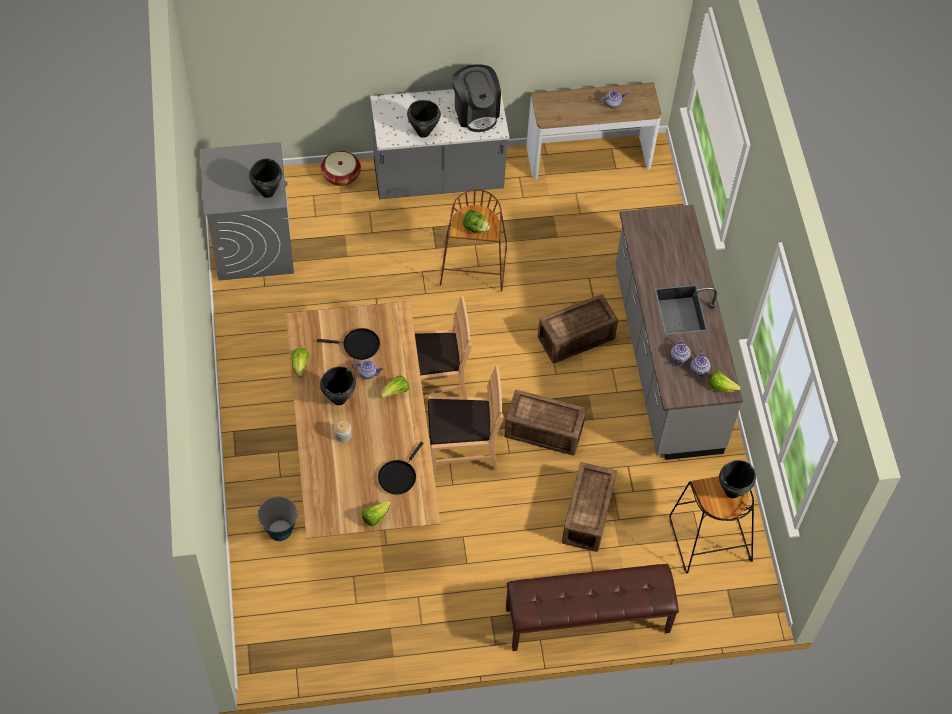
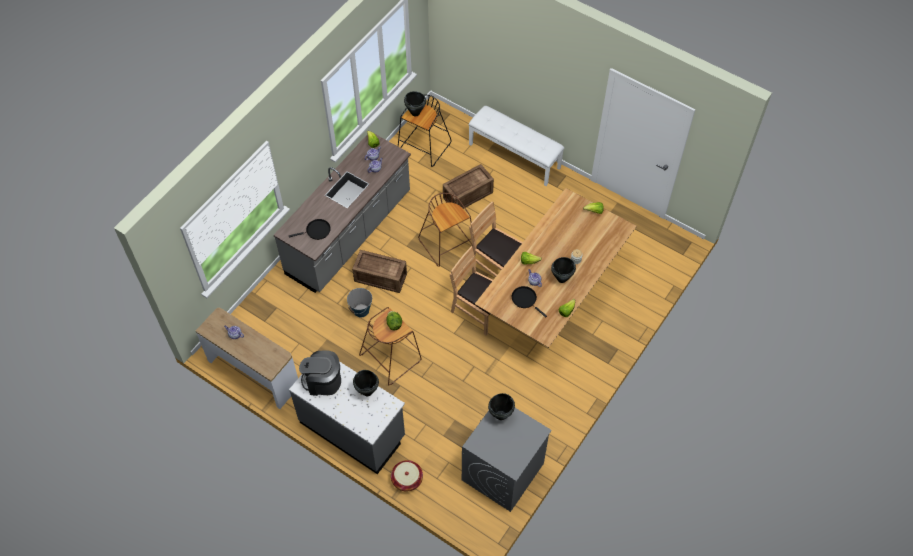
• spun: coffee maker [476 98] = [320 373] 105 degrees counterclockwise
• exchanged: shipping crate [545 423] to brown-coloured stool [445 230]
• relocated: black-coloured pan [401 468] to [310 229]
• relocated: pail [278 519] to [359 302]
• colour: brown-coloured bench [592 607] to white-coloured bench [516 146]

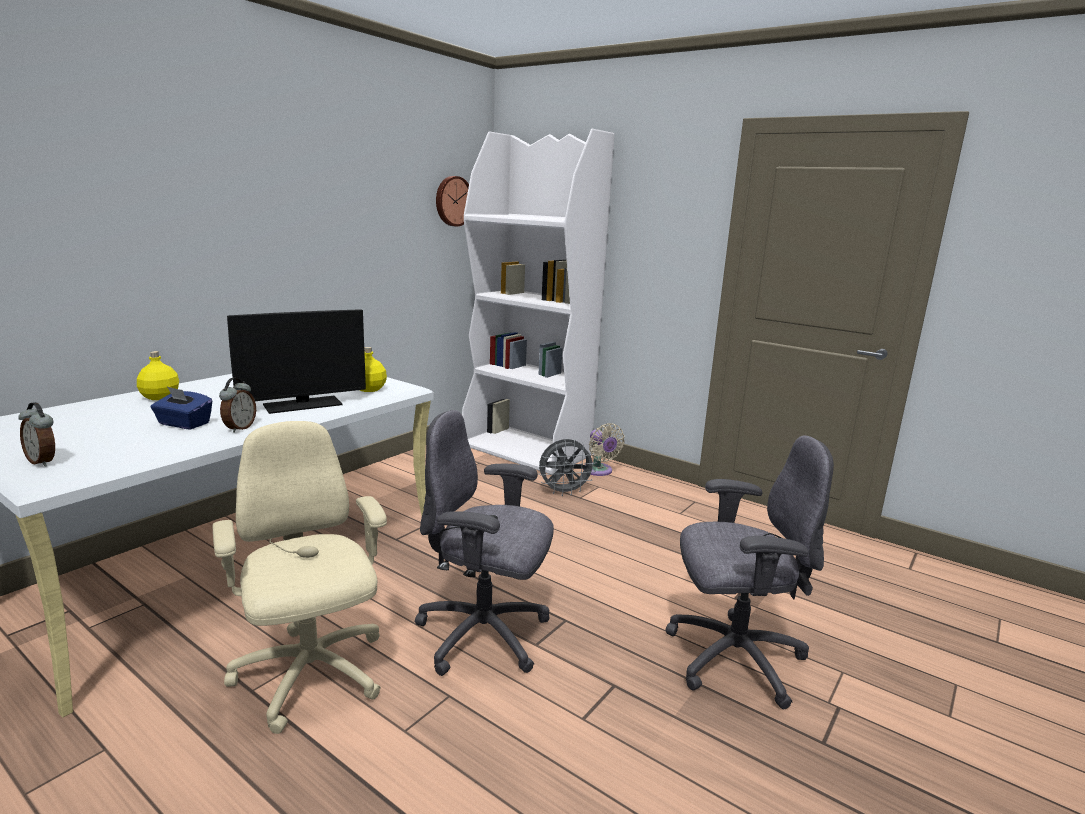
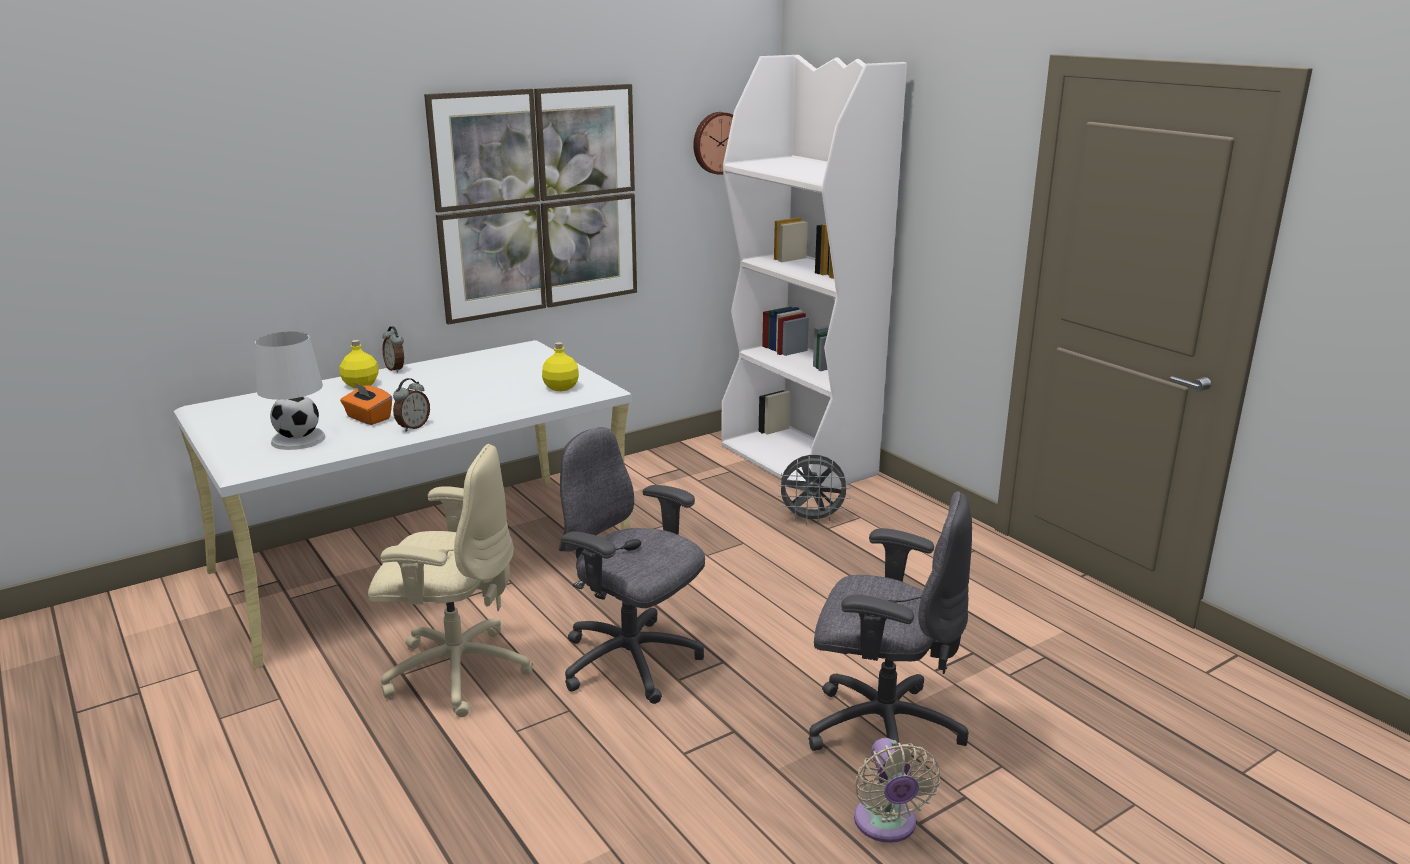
• missing: computer screen [296 361]
• colour: blue box of tissues [181 408] to orange-coloured box of tissues [366 403]
• relocated: alarm clock [36 434] to [393 349]
• spun: beige-coloured office chair [300 577] = [450 580] 105 degrees clockwise
• relocated: beige-coloured electric fan [604 449] to [897 790]
• appeared: wall art [530 204]
• appeared: white-coloured table lamp [290 391]

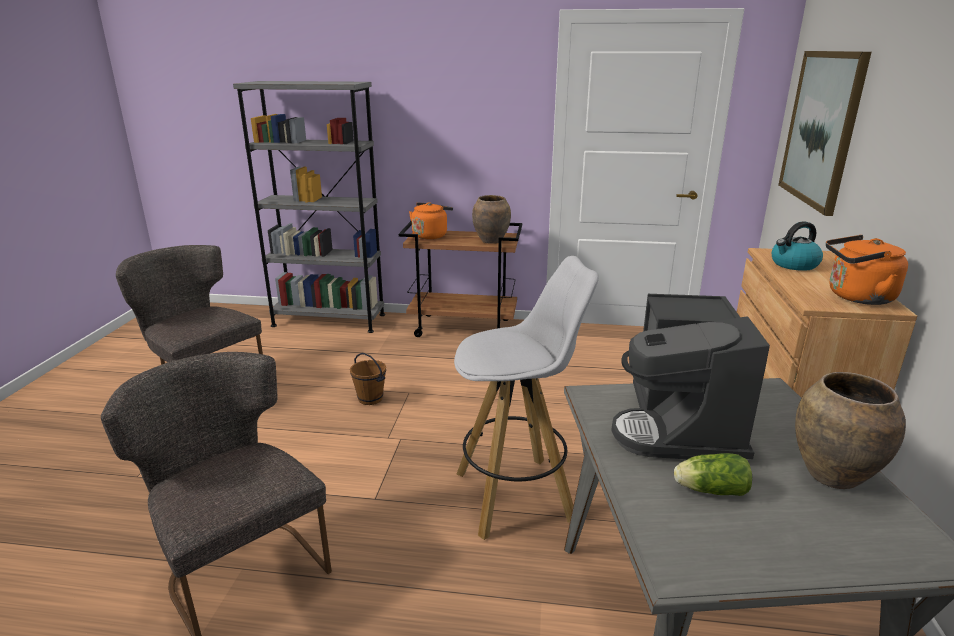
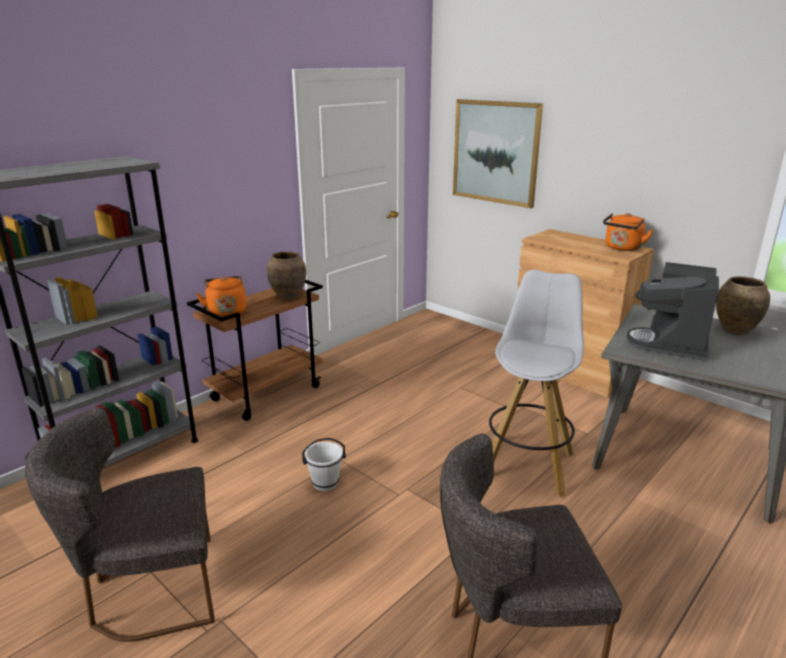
• missing: kettle [797 246]
• spun: coffee maker [690 376] = [673 311] 75 degrees clockwise
• colour: brown-coloured pail [368 379] to white-coloured pail [324 464]
• missing: head of lettuce [713 474]

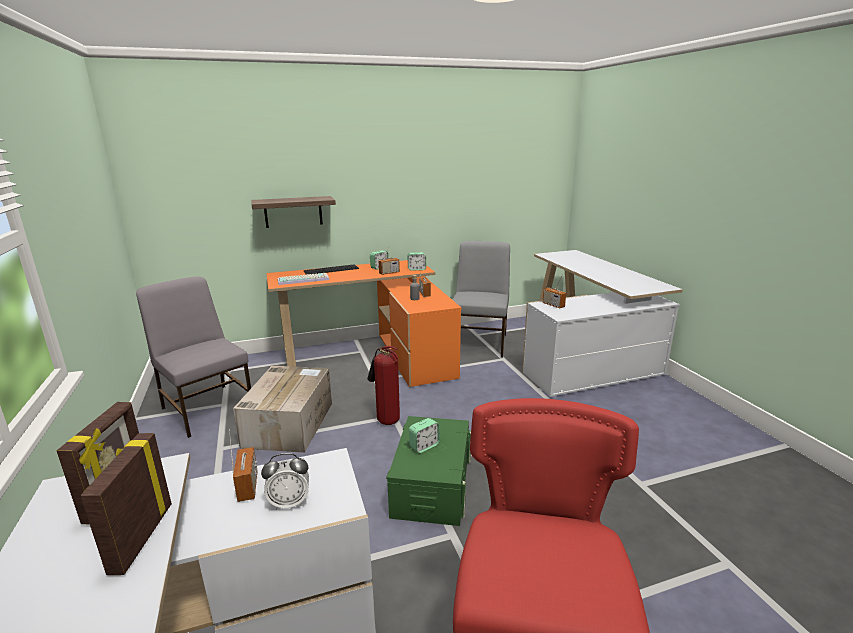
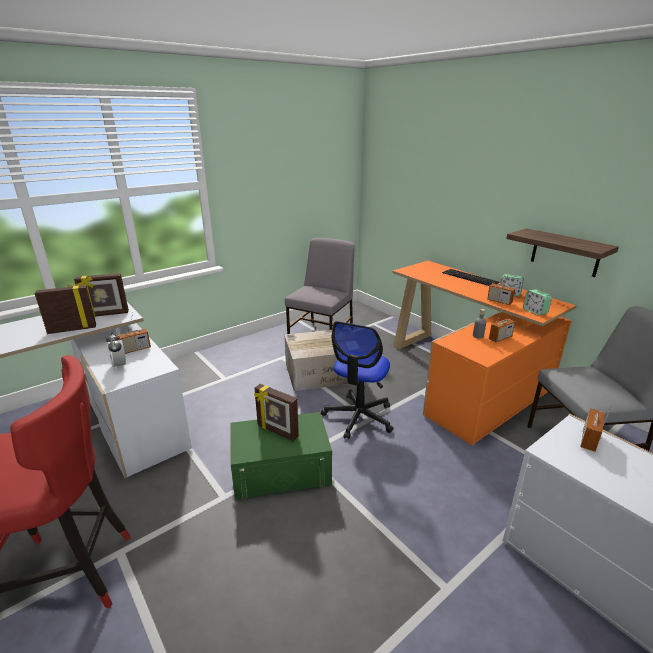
• relocated: shelf [293 212] to [562 252]
• missing: keyboard [303 279]
• exchanged: extinguisher [383 385] to office chair [357 380]
• exchanged: alarm clock [424 435] to standing frame [276 412]

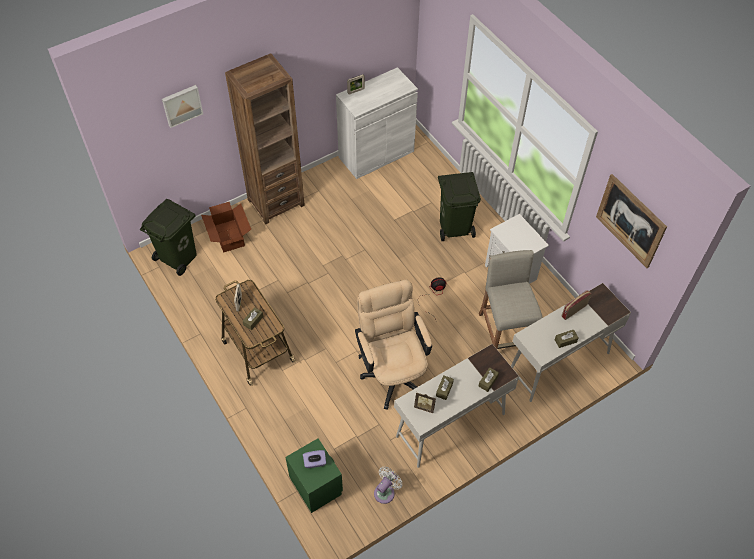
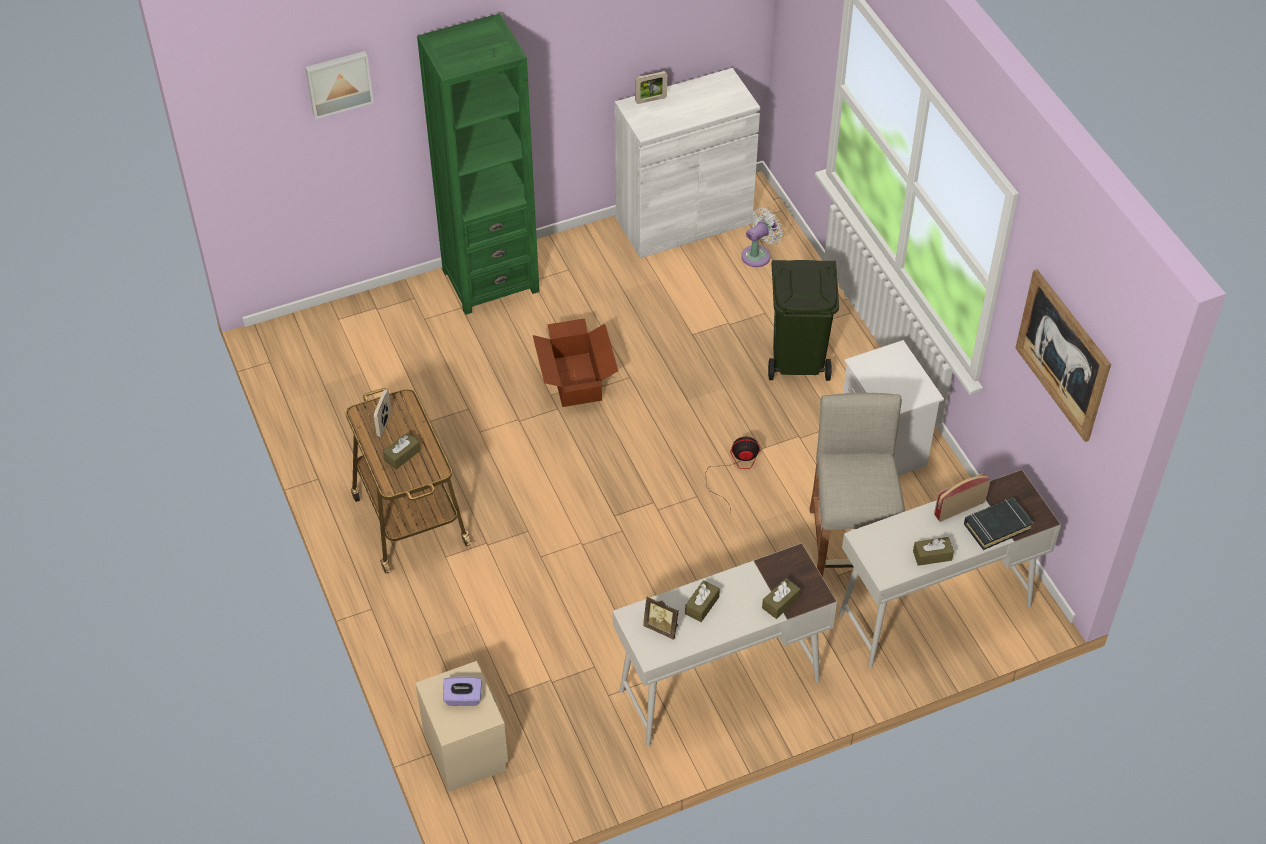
• colour: brown-coloured bookcase [265 138] to green-coloured bookcase [478 164]
• missing: green-coloured trash can [168 237]
• relocated: carton [226 227] to [575 362]
• missing: beige-coloured office chair [393 344]
• colour: green-coloured bedside table [314 475] to beige-coloured bedside table [461 726]
• relocated: white-coloured electric fan [388 485] to [762 237]
• appeared: black-coloured bound book [999 523]

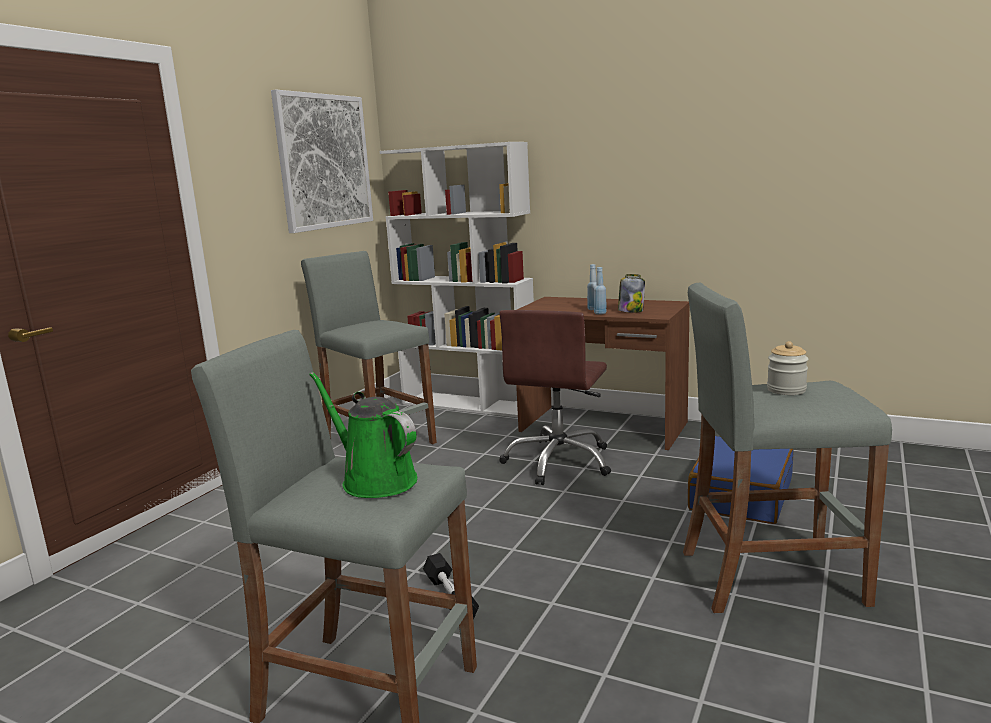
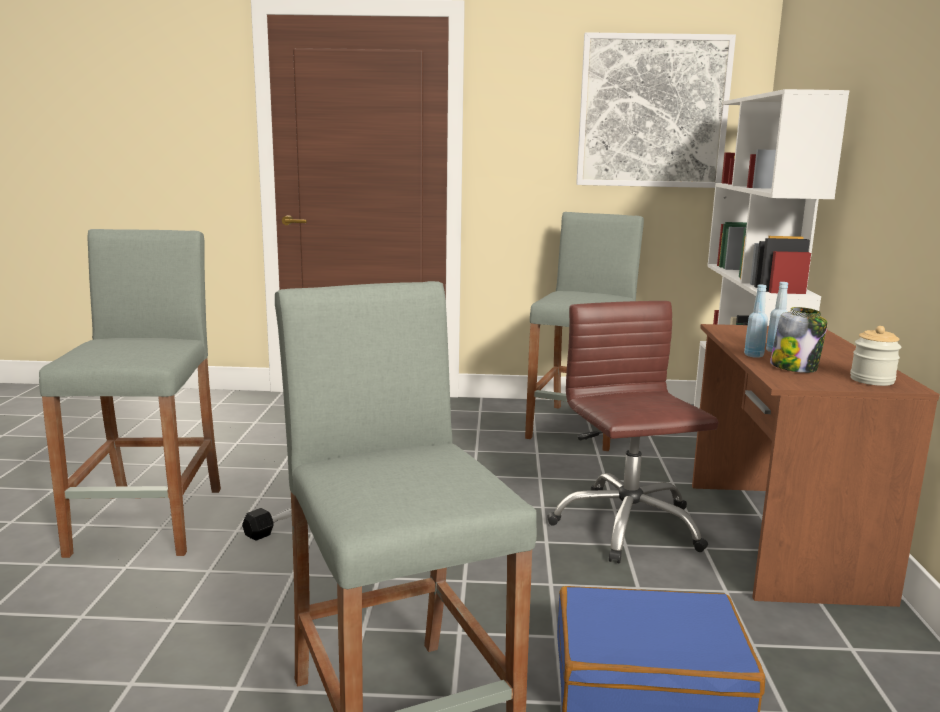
• spun: brown-coloured office chair [555 397] = [633 432] 75 degrees clockwise
• relocated: preserve jar [787 368] to [875 356]
• missing: green-coloured watering can [363 435]

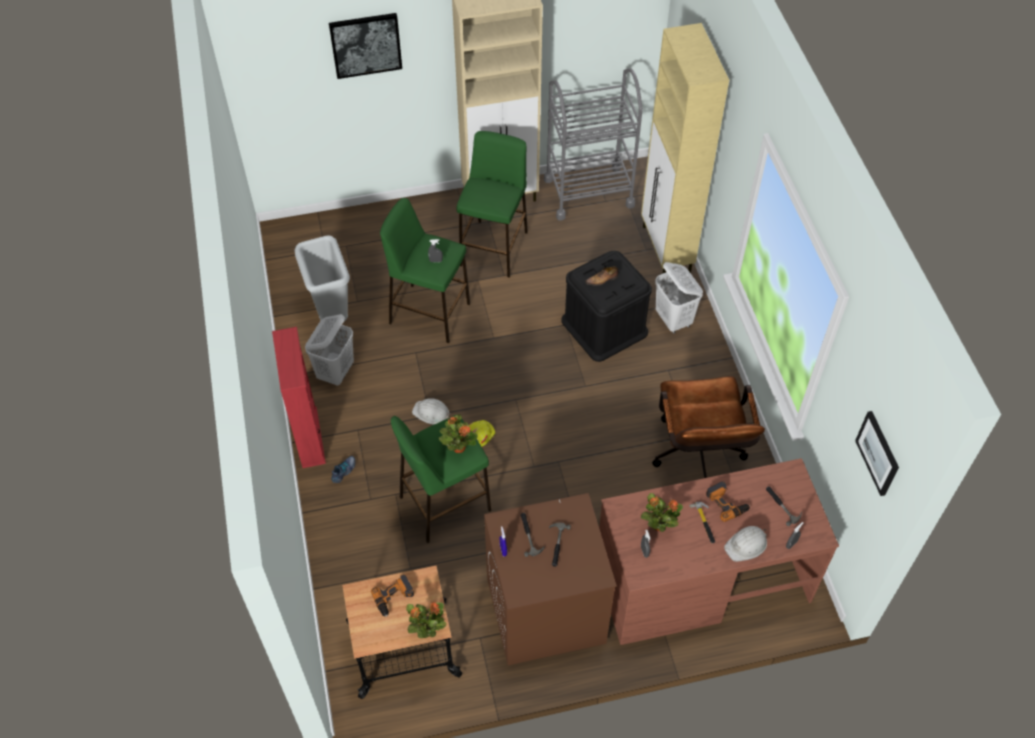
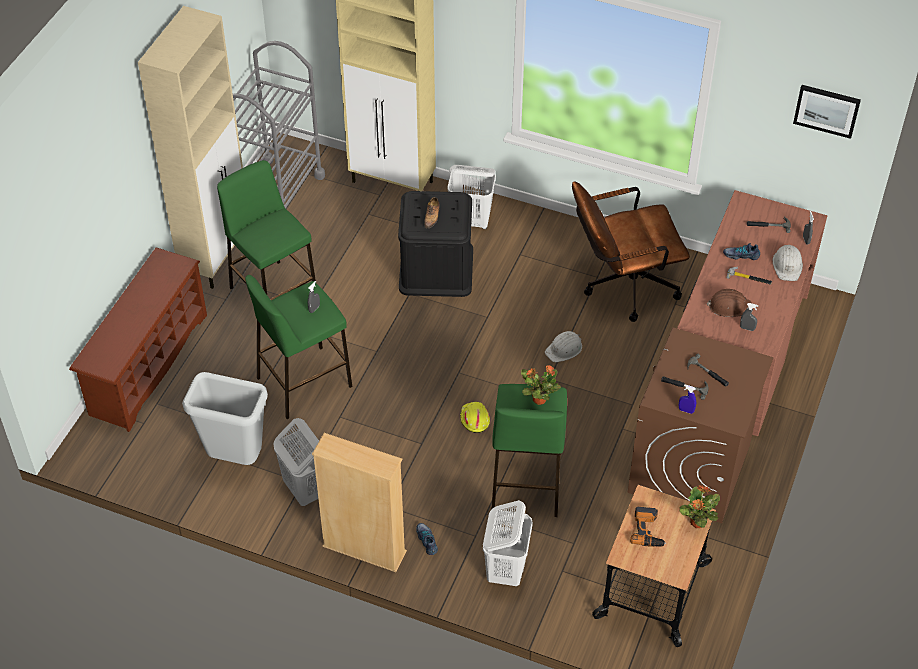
• missing: wall art [365 46]
• colour: reddish bookcase [299 397] to beige-coloured bookcase [359 502]
• spun: brown-coloured office chair [708 427] = [631 251] 135 degrees clockwise
• relocated: white-coloured hard hat [431 411] to [563 346]
• exchanged: electric drill [728 501] to item of footwear [741 251]
• exchanged: houseplant [662 512] to brown-coloured hard hat [729 303]
• appeared: brown-coloured shoe rack [138 339]
• appeared: white-coloured laundry basket [508 543]

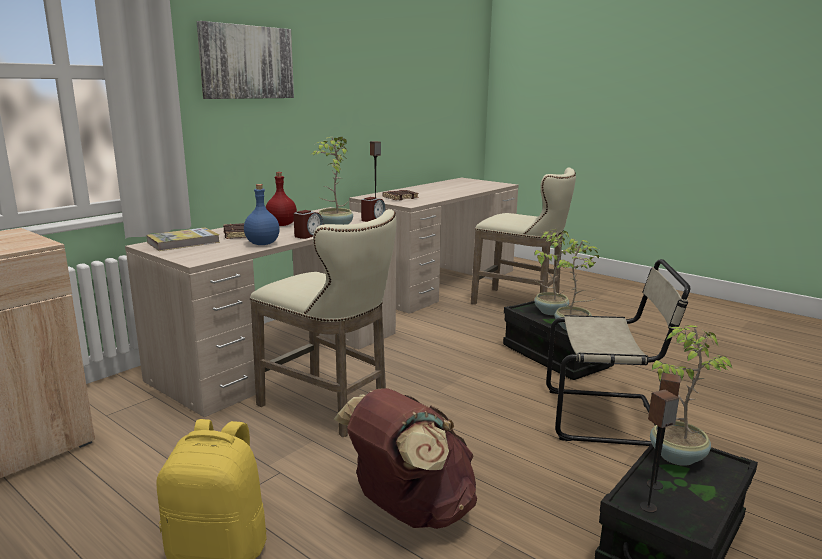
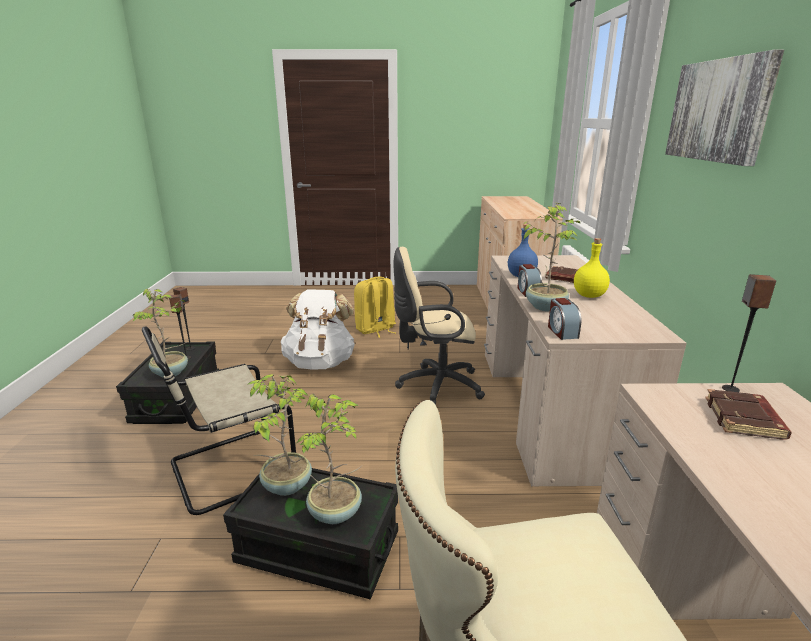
• colour: reddish bottle [281 199] to yellow bottle [592 268]
• exchanged: beige-coloured stool [323 323] to beige-coloured office chair [439 326]
• missing: bound book [183 239]
• colour: brown-coloured backpack [405 458] to white-coloured backpack [318 330]

